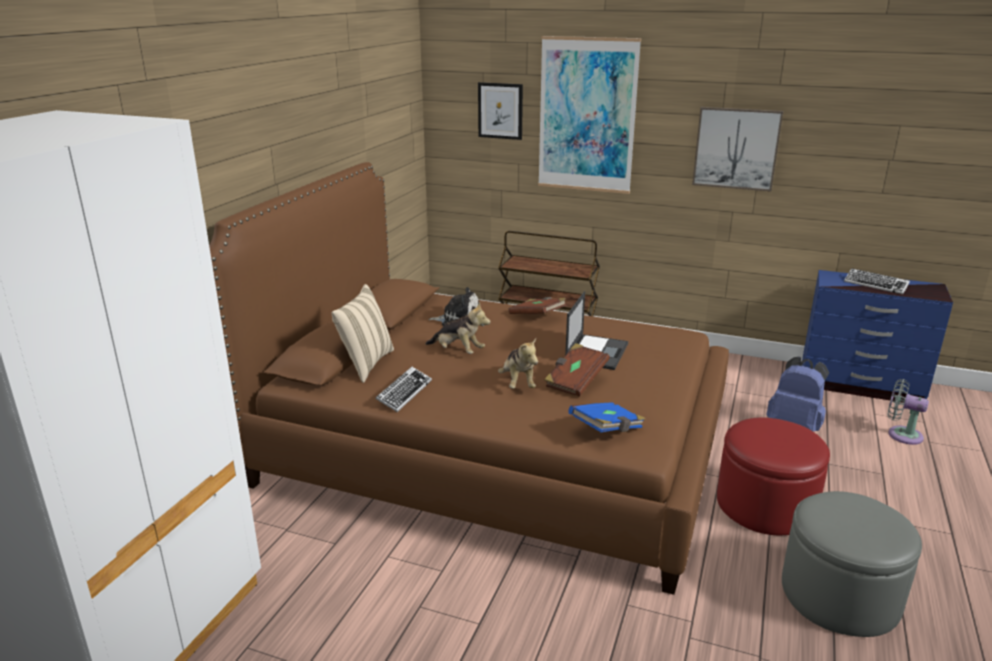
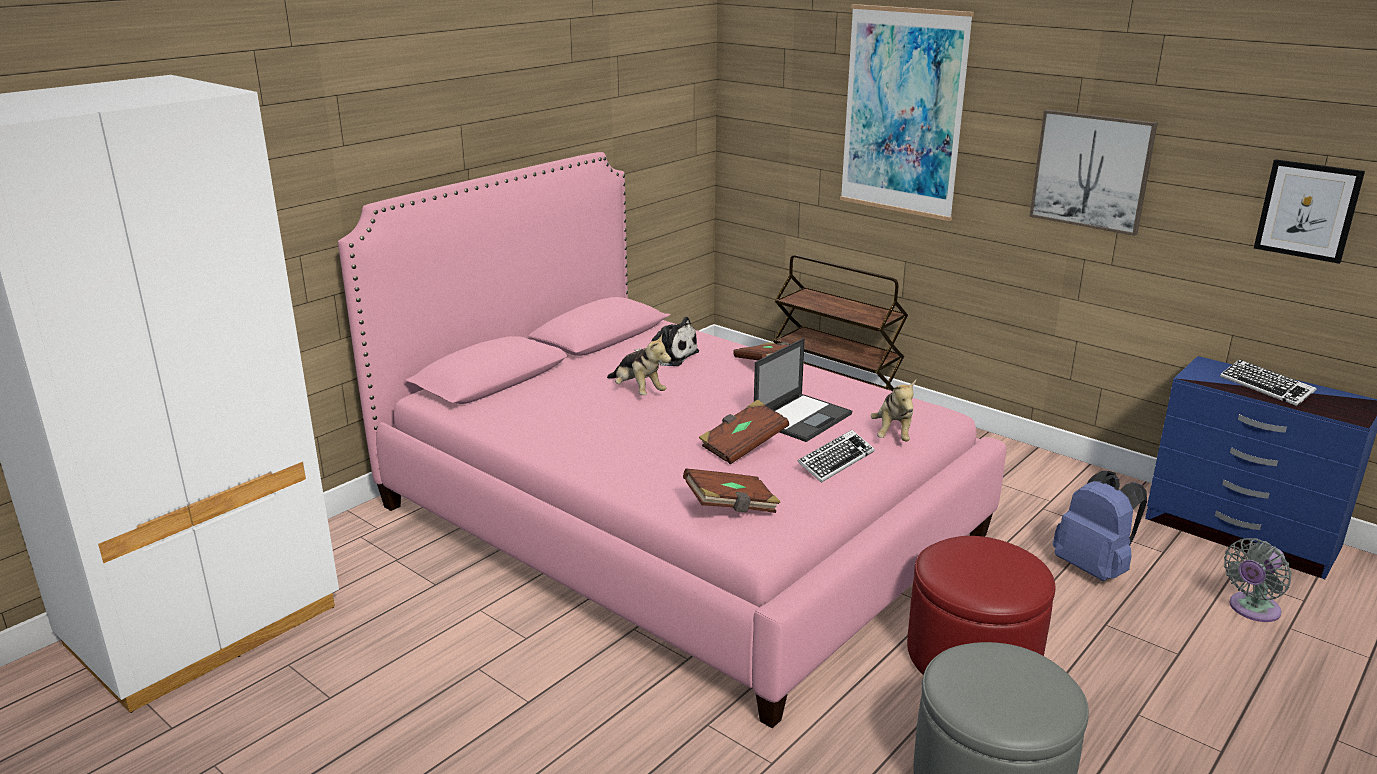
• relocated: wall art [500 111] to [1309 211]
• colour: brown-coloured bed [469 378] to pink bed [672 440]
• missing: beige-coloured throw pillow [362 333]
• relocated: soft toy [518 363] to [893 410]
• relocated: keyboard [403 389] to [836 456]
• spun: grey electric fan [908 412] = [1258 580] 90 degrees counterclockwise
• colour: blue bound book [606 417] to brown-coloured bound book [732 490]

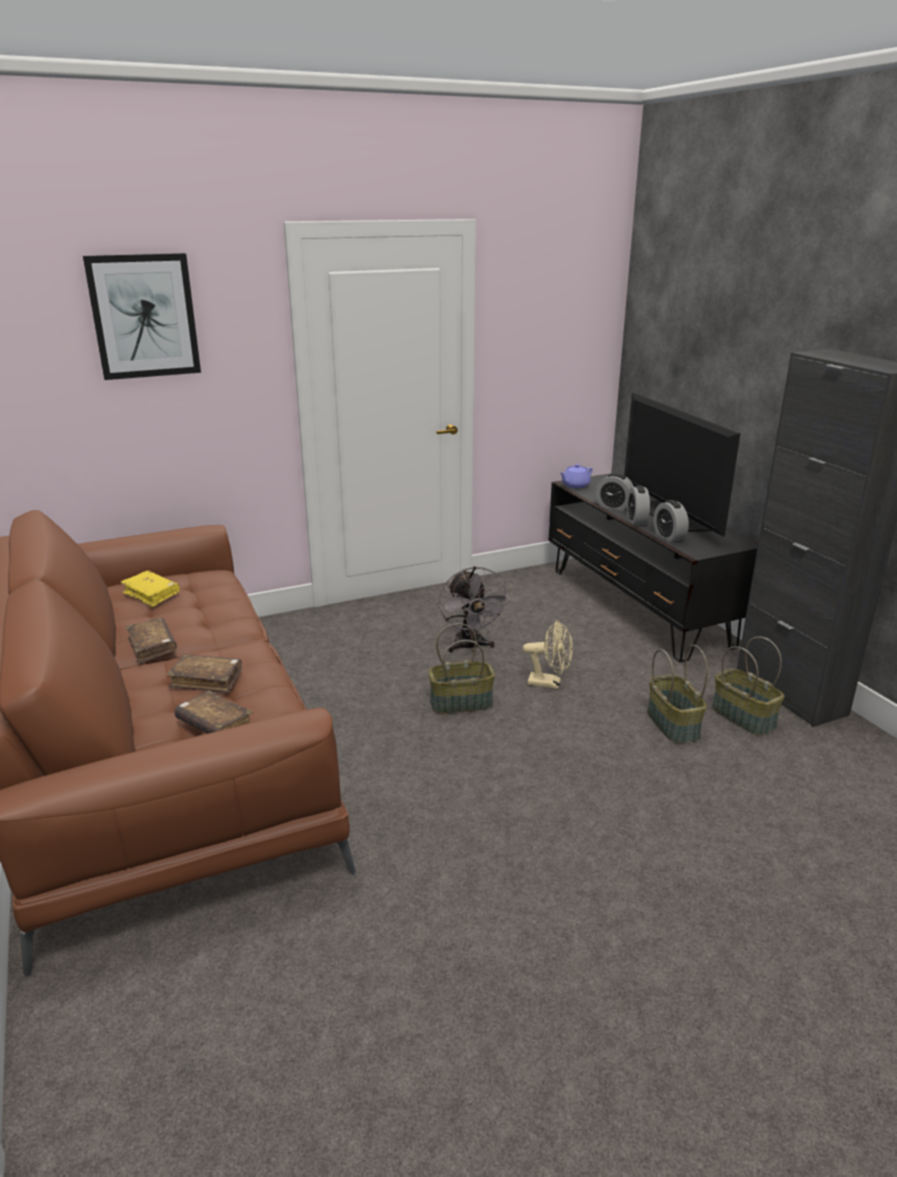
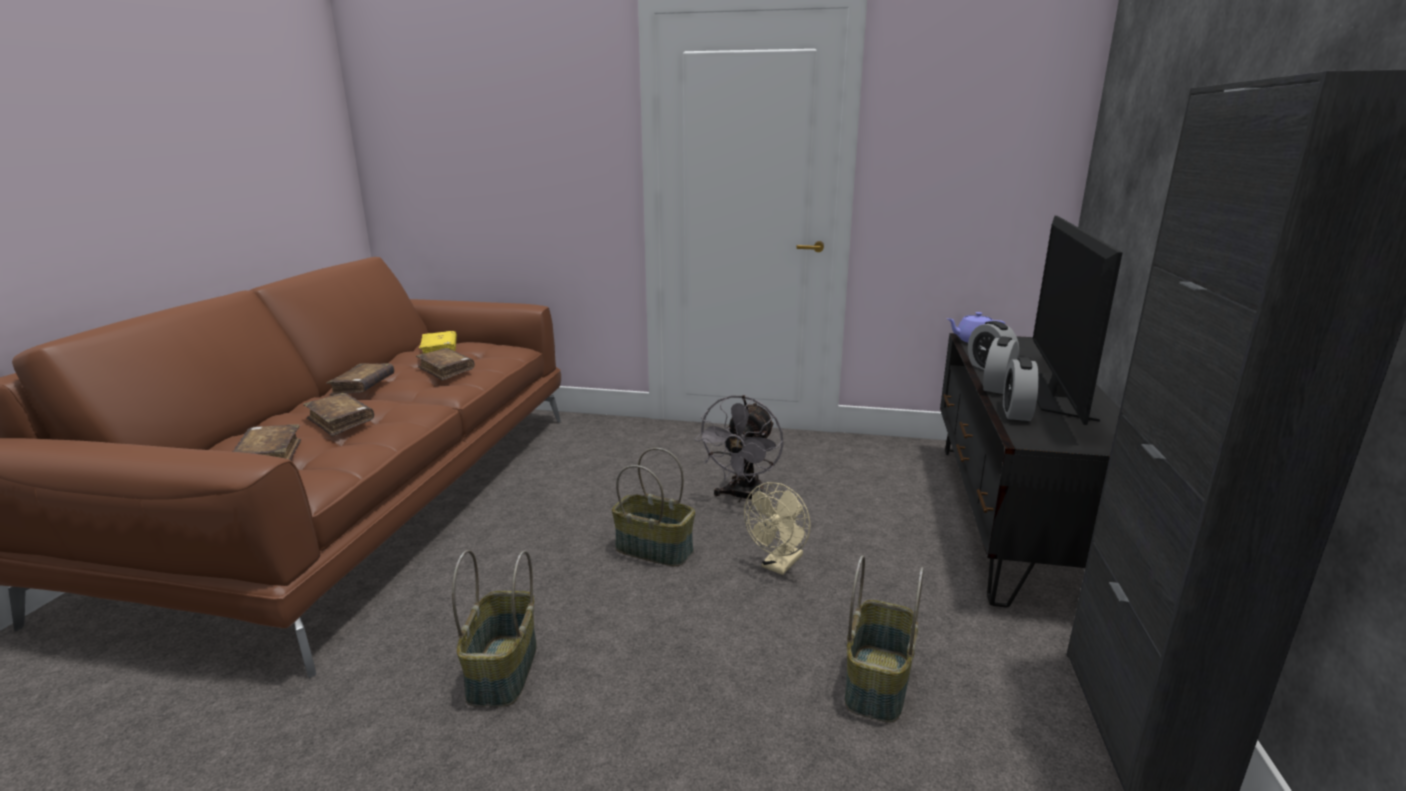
• missing: wall art [142 316]
• spun: beige-coloured electric fan [548 654] = [777 528] 75 degrees clockwise
• relocated: basket [748 686] to [494 628]
• appeared: brown-coloured bound book [445 364]

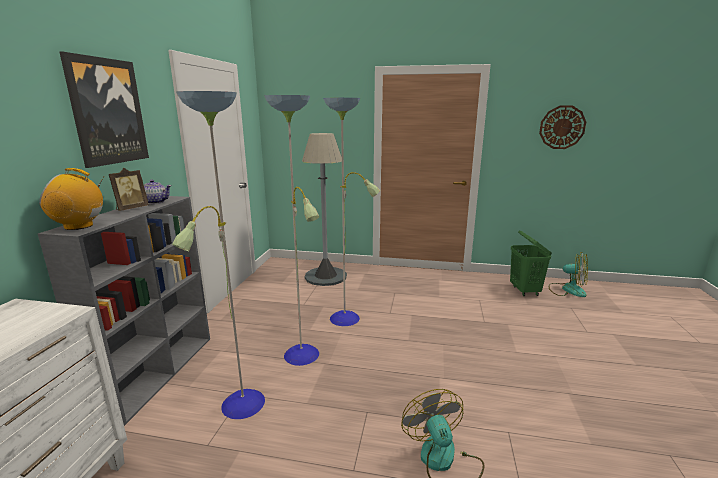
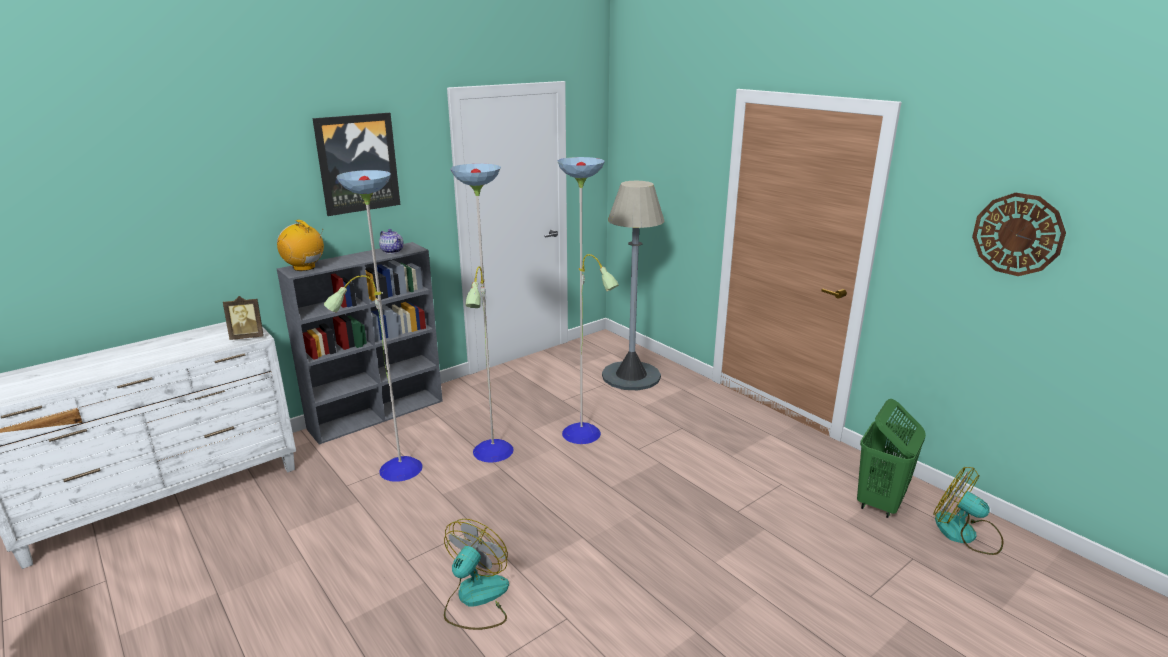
• relocated: standing frame [129 189] to [243 318]
• spun: electric fan [568 275] = [968 511] 150 degrees clockwise

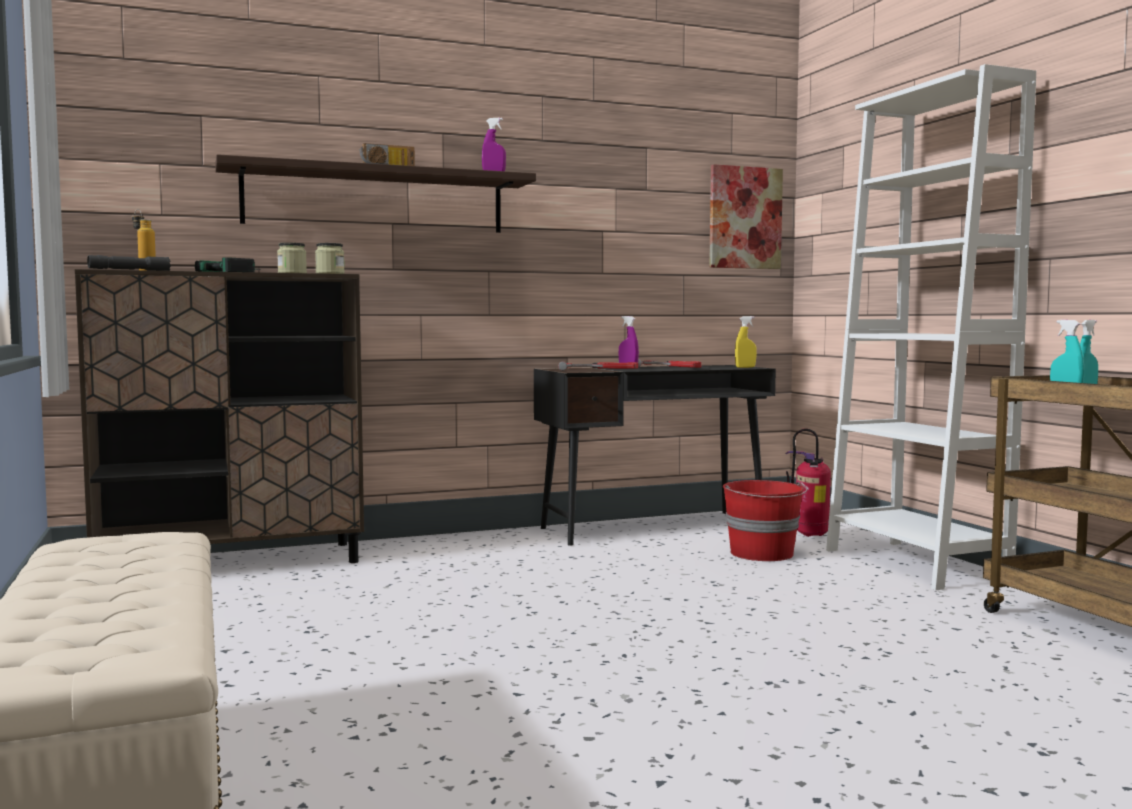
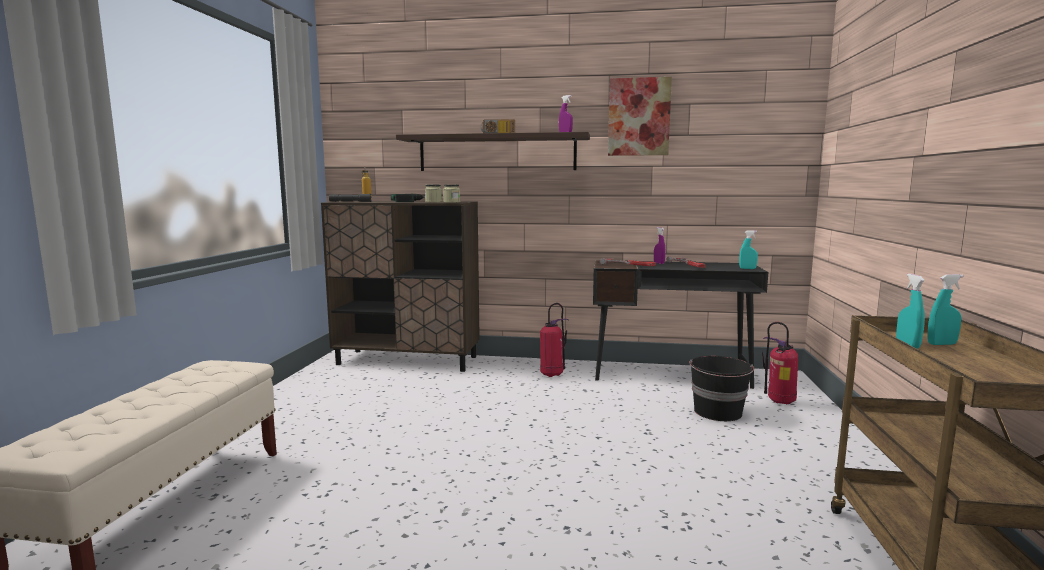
• missing: white-coloured bookcase [931 327]
• relocated: wall art [746 216] to [640 116]
• colour: yellow hand sprayer [746 342] to turquoise hand sprayer [748 249]
• colour: reddish pail [765 520] to black-coloured pail [721 388]
• appeared: extinguisher [554 340]

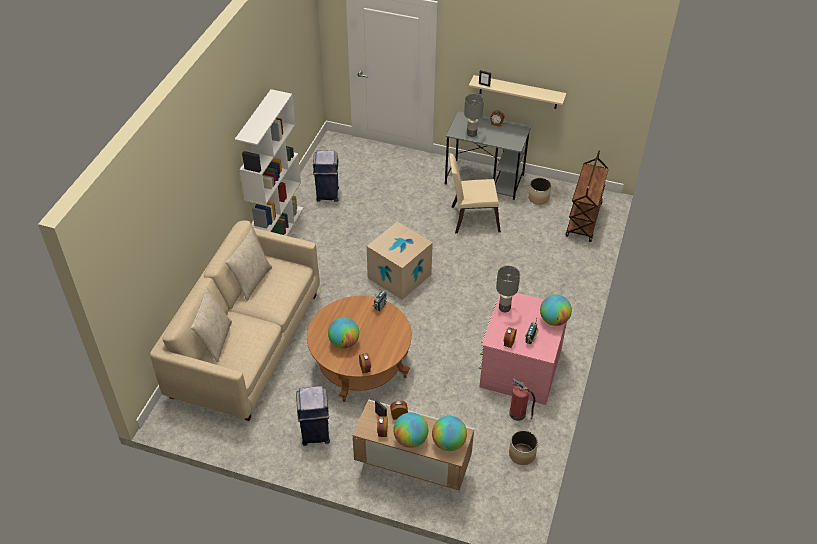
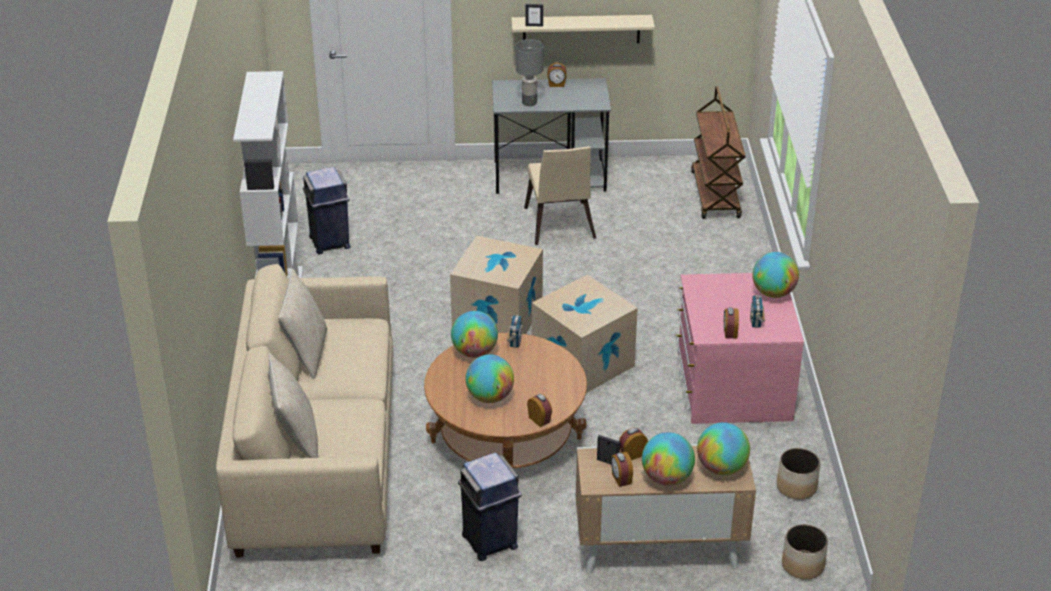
• spun: beige-coloured upright chair [475 193] = [560 195] 75 degrees counterclockwise
• relocated: planter [539 191] to [805 551]
• missing: grey table lamp [508 289]
• missing: extinguisher [522 399]
• appeared: carton [585 334]
• appeared: world globe [474 334]

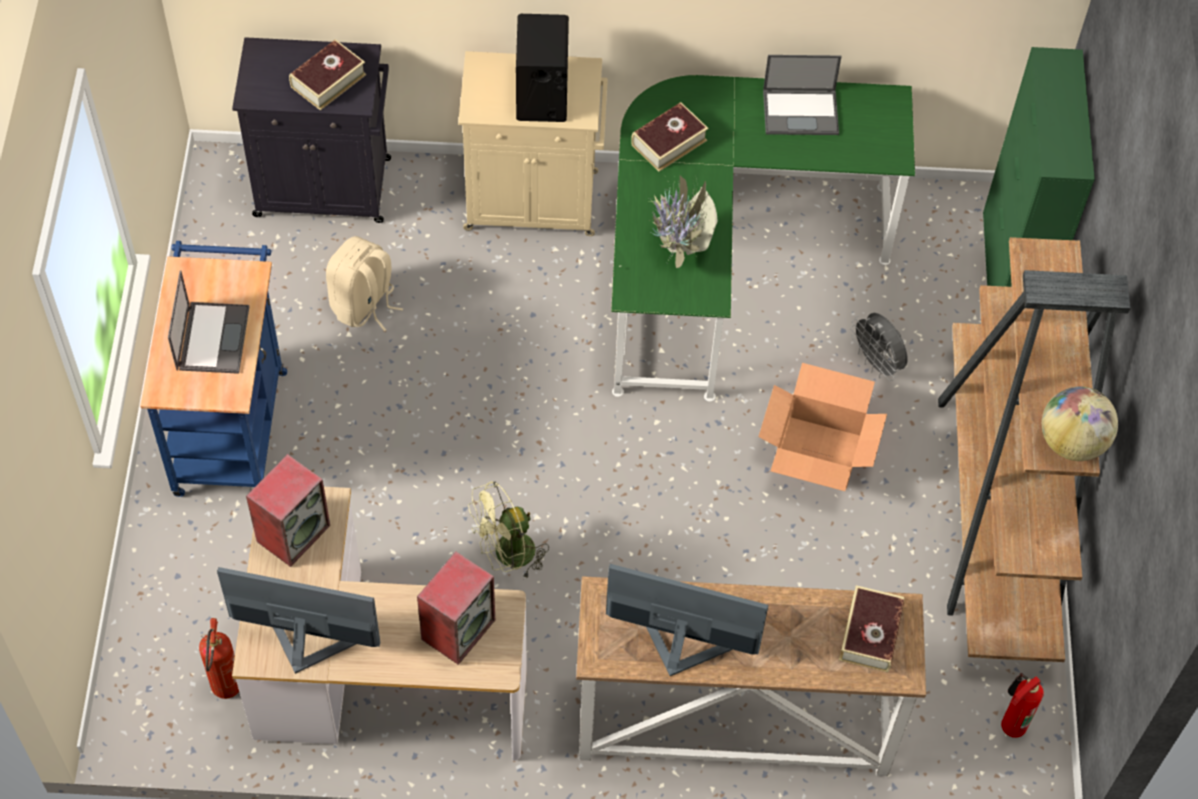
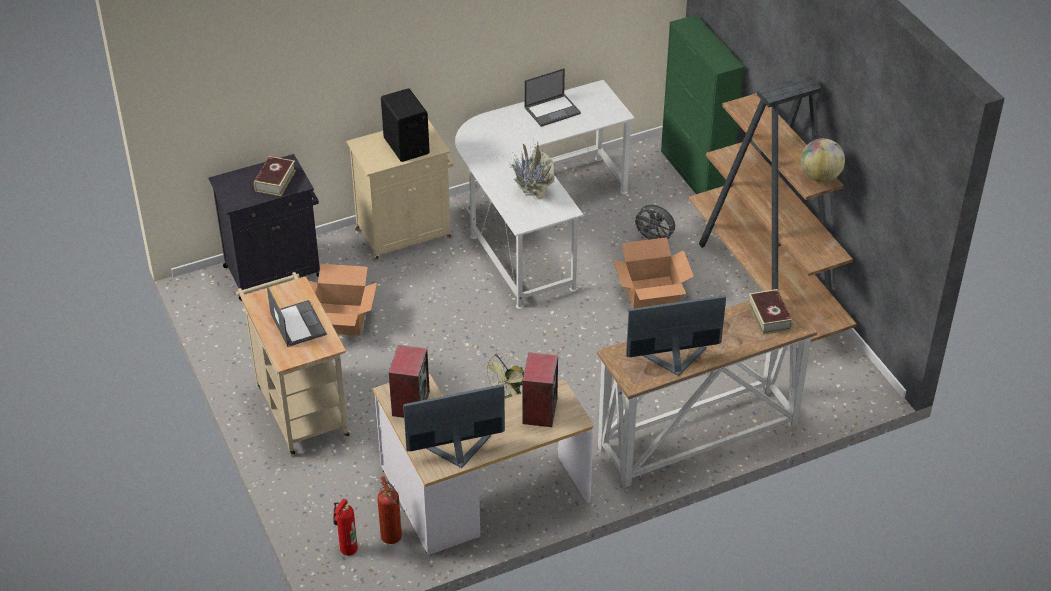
• colour: green-coloured desk [763 238] to white-coloured desk [545 194]
• missing: bound book [669 137]
• exchanged: beige-coloured backpack [364 283] to carton [342 300]
• colour: blue trolley [213 369] to beige-coloured trolley [294 364]
• relocated: extinguisher [1022 705] to [345 527]

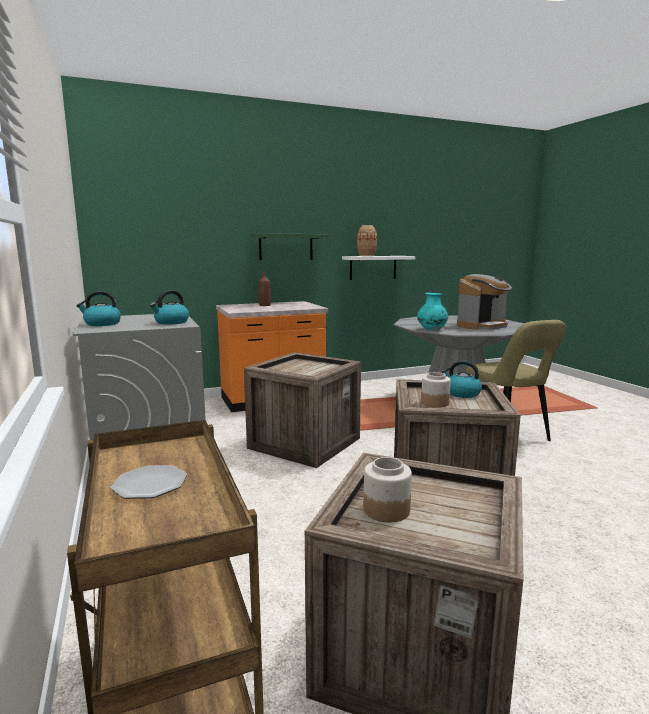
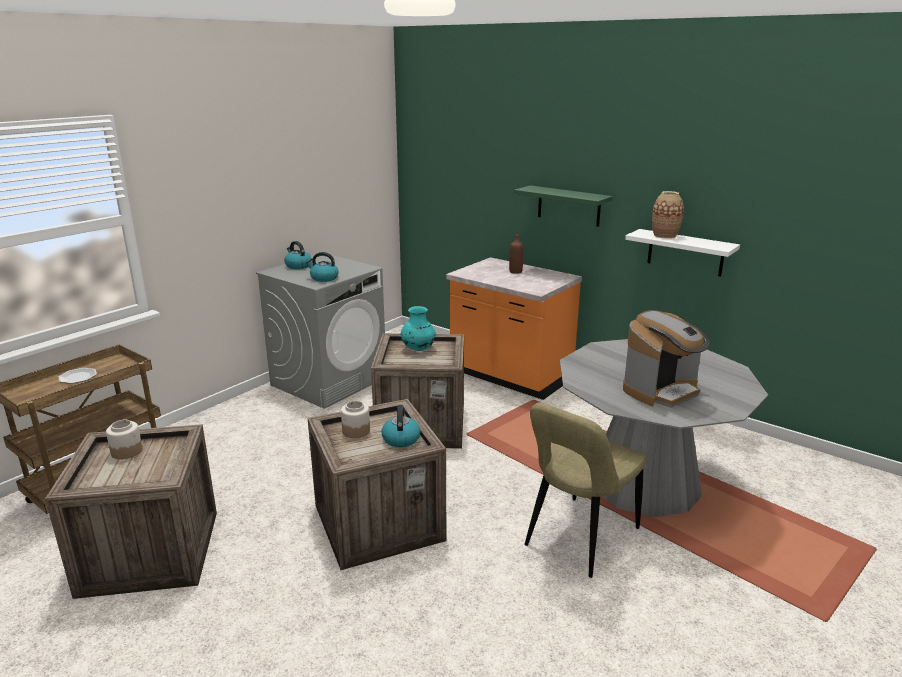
• spun: coffee maker [484 302] = [666 359] 60 degrees counterclockwise
• relocated: turquoise vase [432 312] to [418 328]

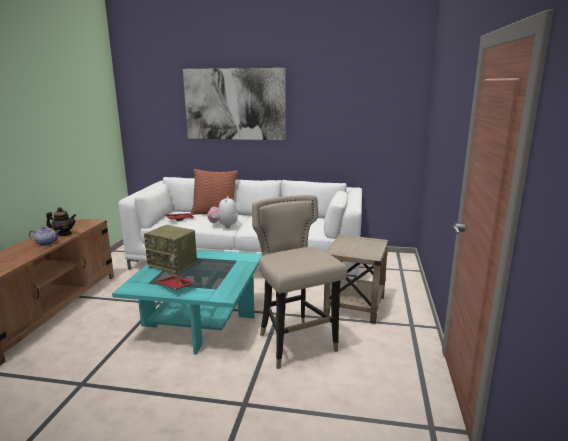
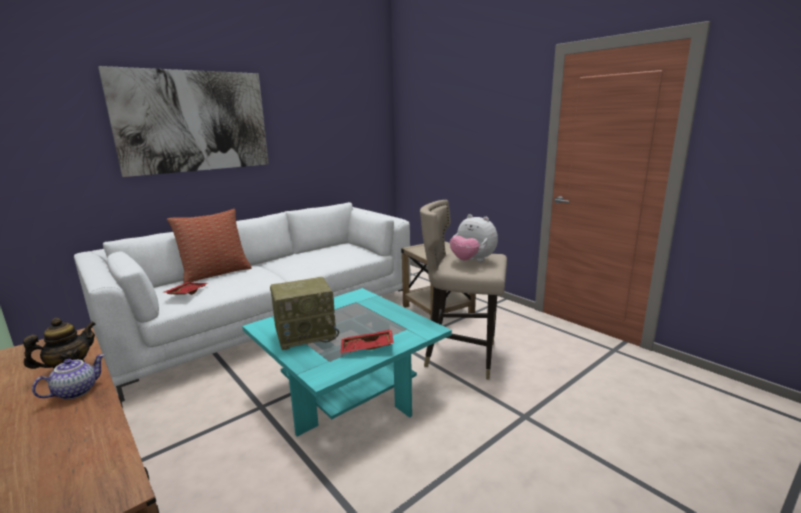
• relocated: soft toy [222 212] to [474 238]

